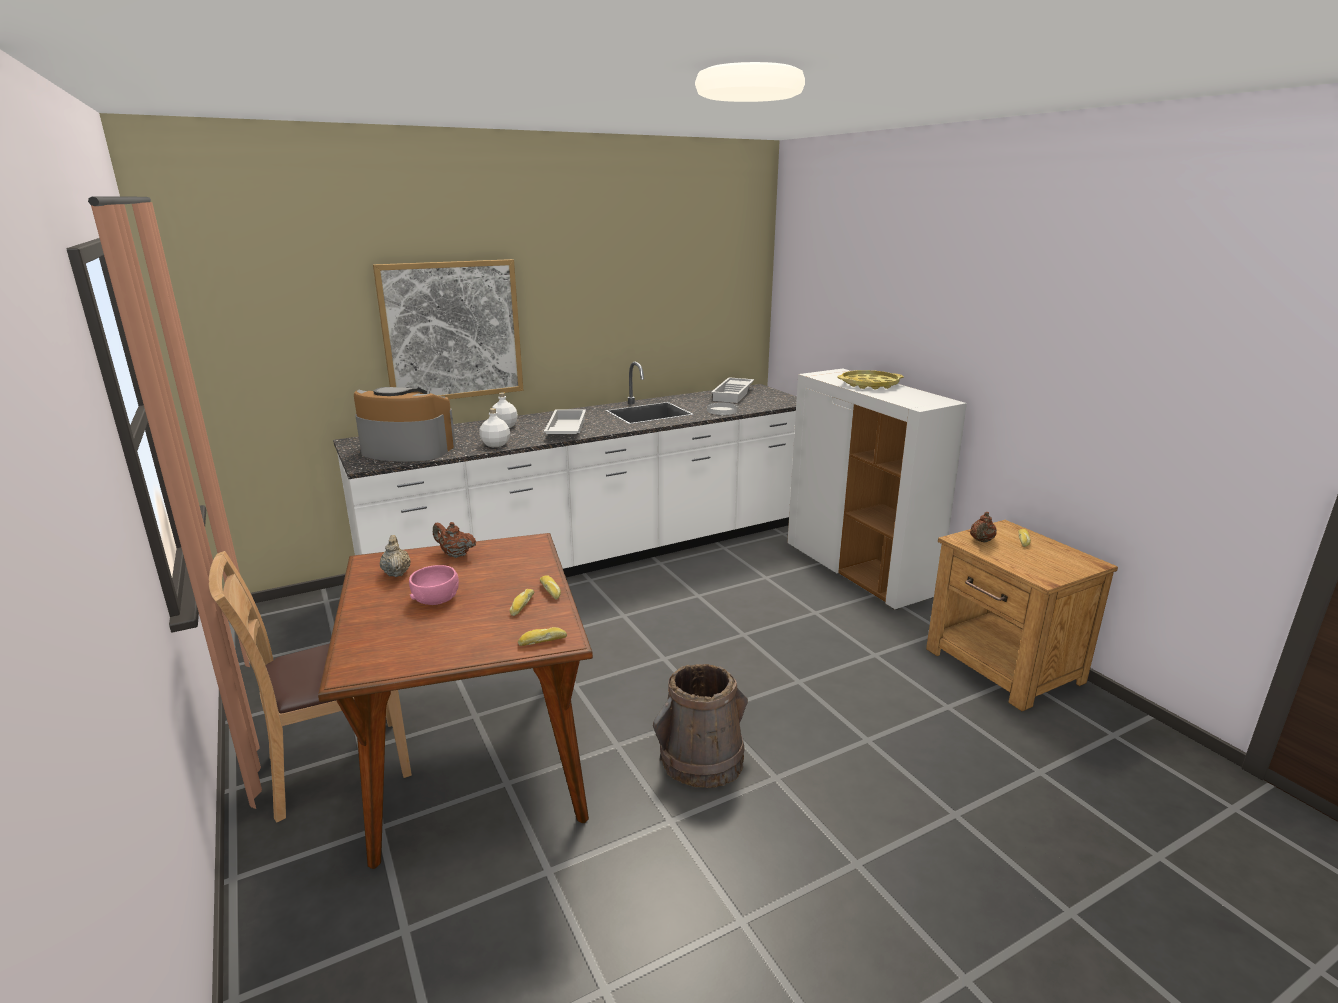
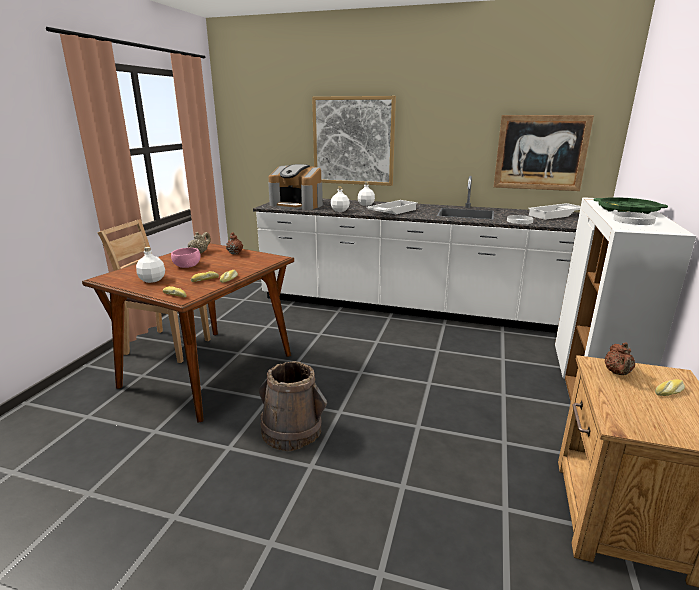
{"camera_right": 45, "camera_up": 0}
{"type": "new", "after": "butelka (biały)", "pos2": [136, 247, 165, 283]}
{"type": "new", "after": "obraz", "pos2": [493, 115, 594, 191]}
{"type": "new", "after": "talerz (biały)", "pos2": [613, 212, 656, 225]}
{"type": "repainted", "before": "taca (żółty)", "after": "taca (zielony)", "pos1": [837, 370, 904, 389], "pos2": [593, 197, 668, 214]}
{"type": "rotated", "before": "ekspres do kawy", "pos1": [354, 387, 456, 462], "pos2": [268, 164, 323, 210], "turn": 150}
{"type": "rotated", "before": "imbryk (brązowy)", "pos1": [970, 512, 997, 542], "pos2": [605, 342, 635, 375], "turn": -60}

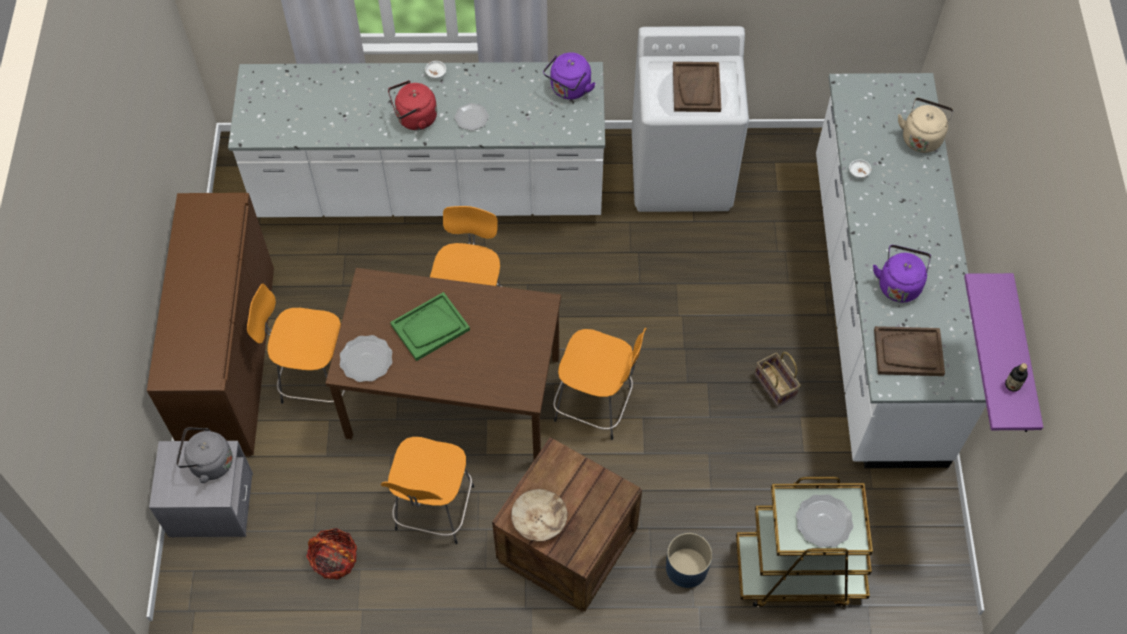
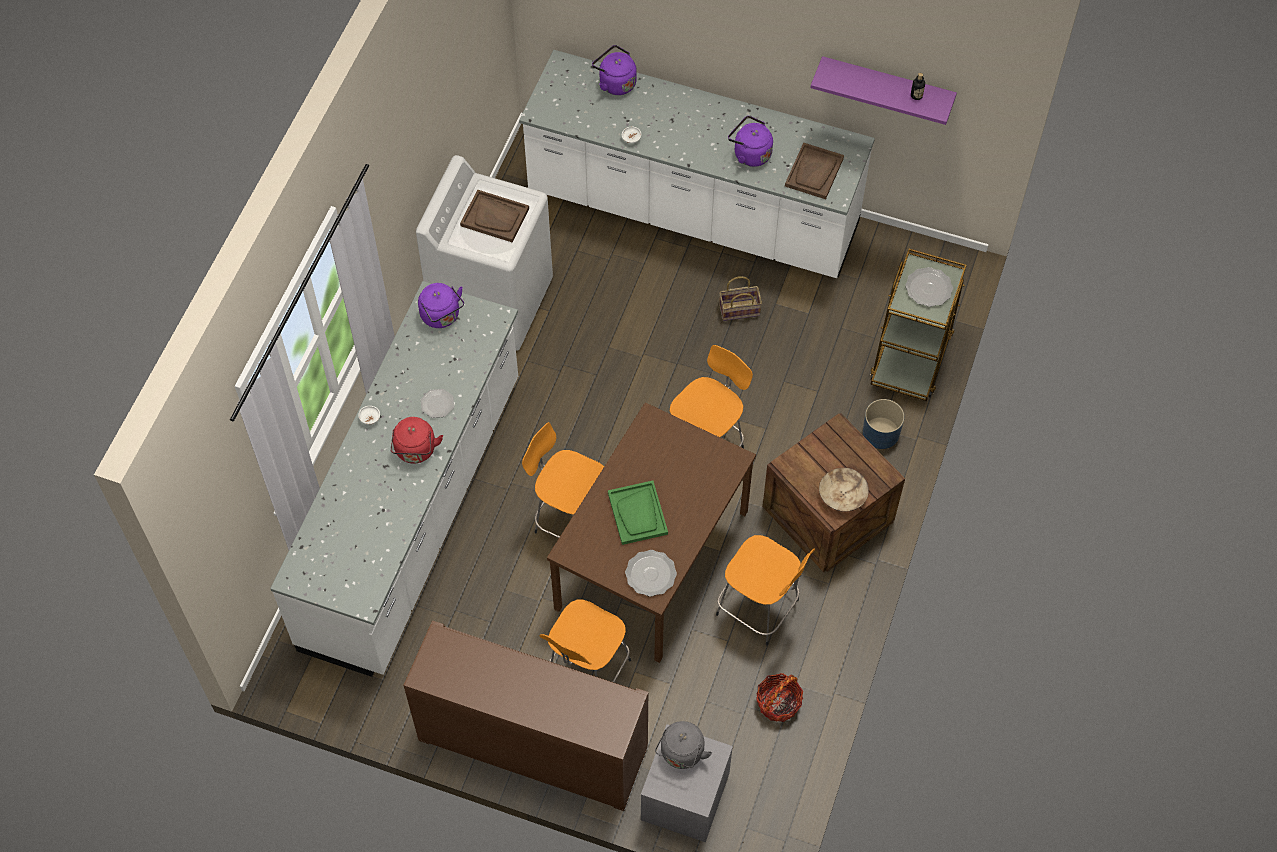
{"camera_right": -70, "camera_up": 0}
{"type": "repainted", "before": "czajnik (beżowy)", "after": "czajnik (fioletowy)", "pos1": [898, 98, 954, 153], "pos2": [592, 45, 637, 95]}

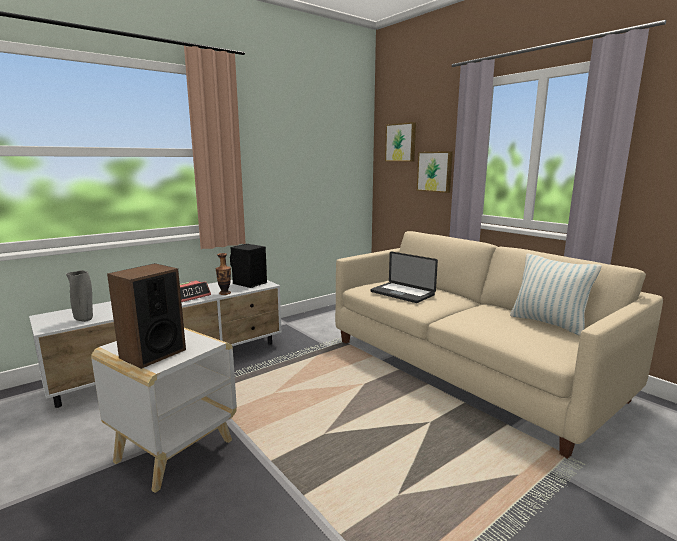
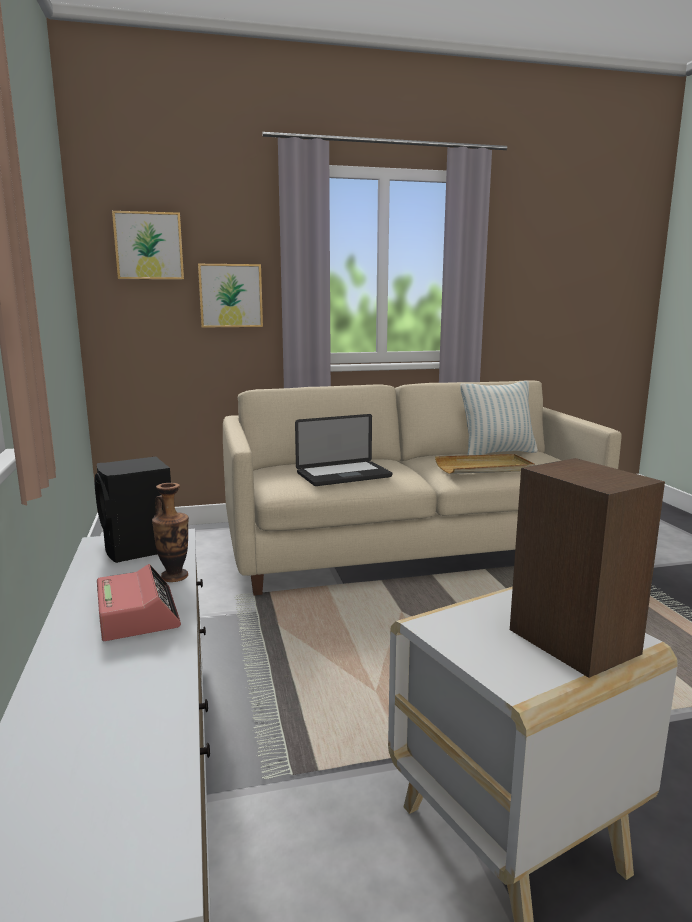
{"camera_right": -65, "camera_up": 0}
{"type": "gone", "before": "wazon (szary)", "pos1": [66, 270, 93, 322]}
{"type": "new", "after": "taca (beżowy)", "pos2": [435, 454, 535, 474]}

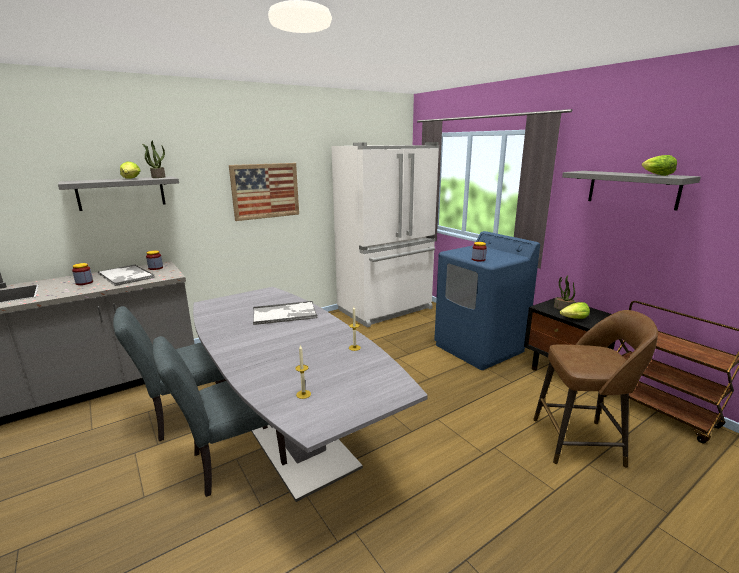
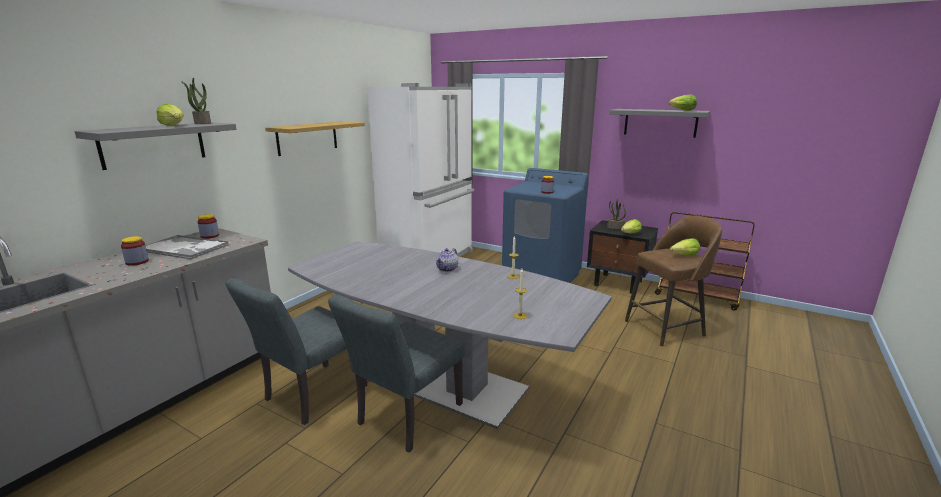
{"camera_right": -25, "camera_up": 0}
{"type": "gone", "before": "taca", "pos1": [253, 301, 318, 325]}
{"type": "new", "after": "imbryk", "pos2": [436, 248, 458, 272]}
{"type": "new", "after": "sałata", "pos2": [670, 238, 700, 255]}
{"type": "swapped", "before": "obraz", "after": "półka", "pos1": [229, 163, 299, 221], "pos2": [265, 121, 365, 156]}

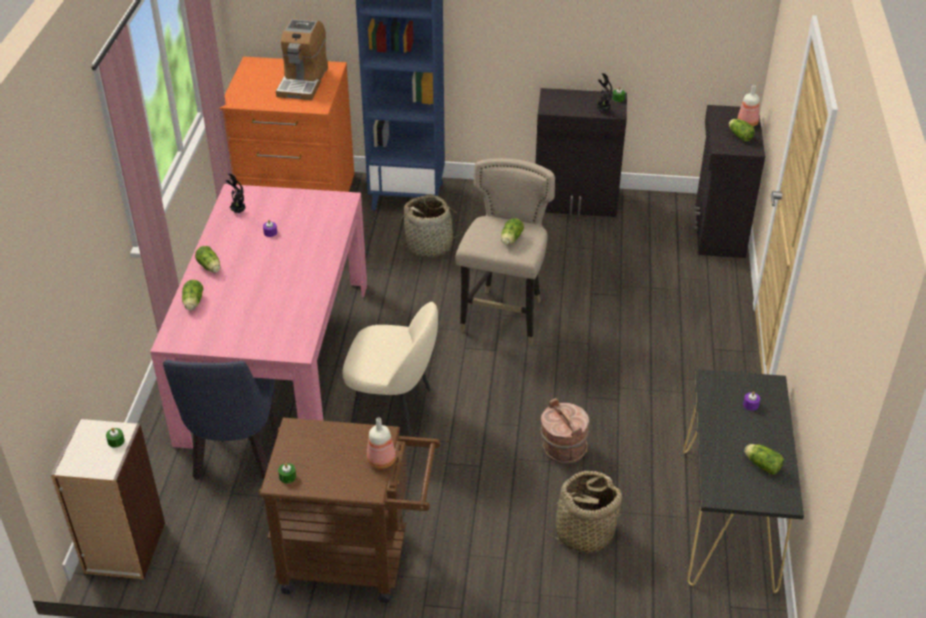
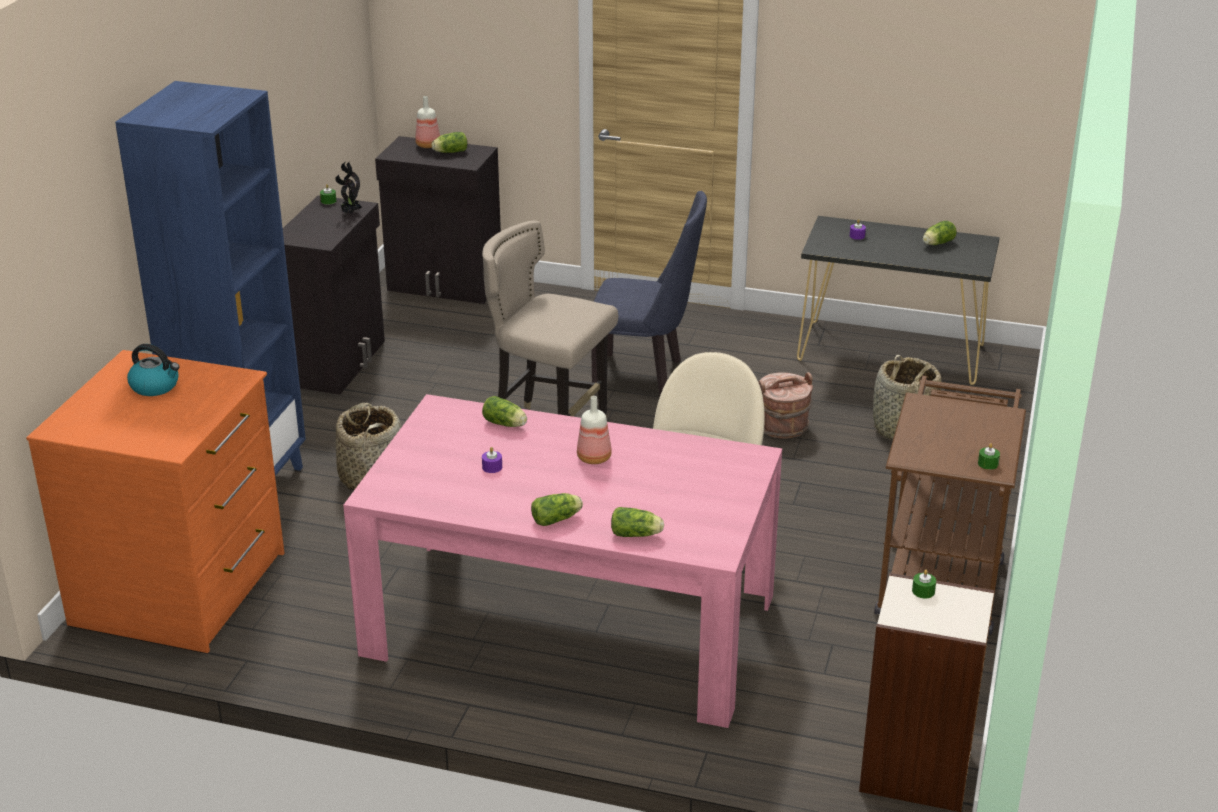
{"camera_right": -80, "camera_up": -10}
{"type": "gone", "before": "roślina doniczkowa", "pos1": [225, 174, 246, 213]}
{"type": "shifted", "before": "krzesło (niebieski)", "pos1": [163, 360, 277, 480], "pos2": [591, 191, 707, 396]}
{"type": "shifted", "before": "butelka", "pos1": [367, 417, 396, 469], "pos2": [577, 396, 612, 464]}
{"type": "shifted", "before": "sałata", "pos1": [501, 218, 524, 245], "pos2": [482, 396, 527, 427]}
{"type": "swapped", "before": "ekspres do kawy", "after": "czajnik", "pos1": [276, 18, 328, 100], "pos2": [127, 344, 180, 396]}

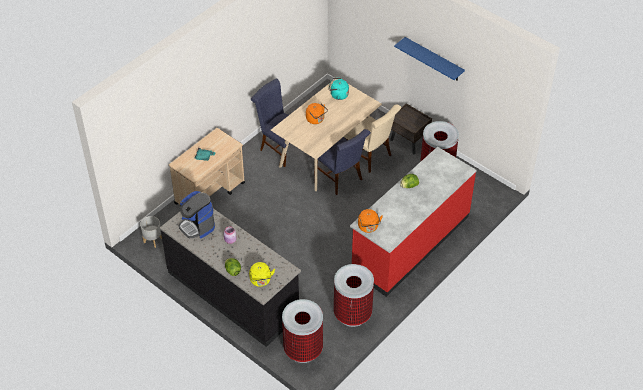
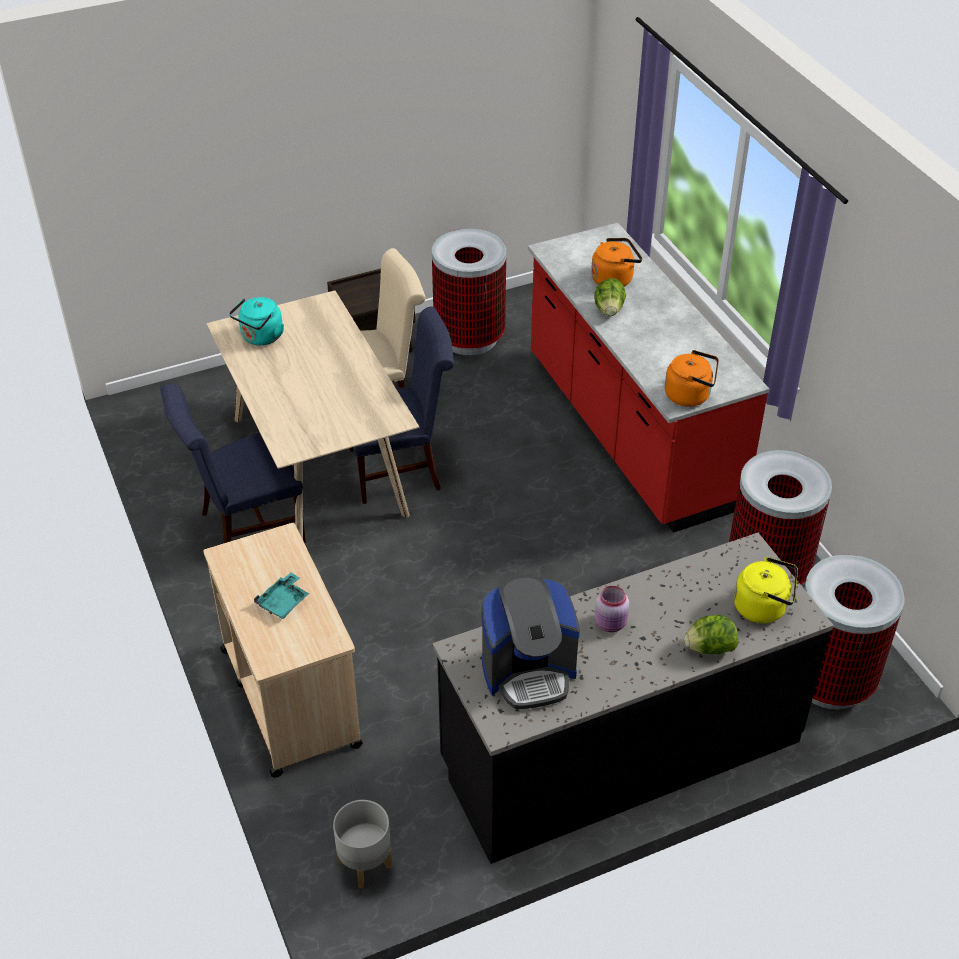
{"camera_right": -65, "camera_up": -5}
{"type": "gone", "before": "półka (niebieski)", "pos1": [394, 37, 465, 81]}
{"type": "shifted", "before": "czajnik (pomarańczowy)", "pos1": [306, 103, 328, 124], "pos2": [591, 238, 642, 287]}

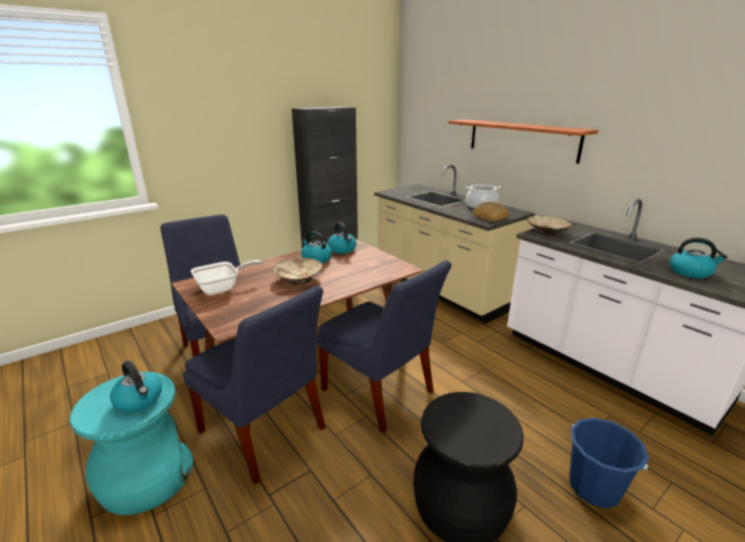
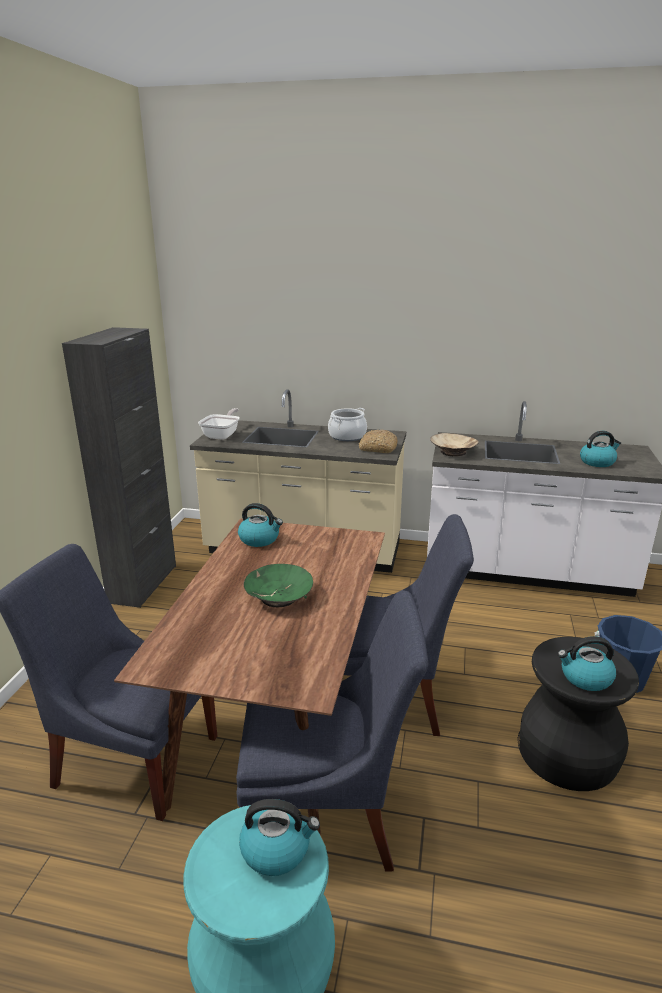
{"camera_right": -40, "camera_up": 0}
{"type": "gone", "before": "półka", "pos1": [448, 119, 599, 164]}
{"type": "shifted", "before": "patelnia", "pos1": [191, 260, 263, 295], "pos2": [198, 408, 240, 440]}
{"type": "shifted", "before": "czajnik", "pos1": [301, 231, 332, 263], "pos2": [558, 636, 616, 691]}
{"type": "repainted", "before": "miska (beżowy)", "after": "miska (zielony)", "pos1": [273, 258, 323, 285], "pos2": [244, 564, 313, 607]}

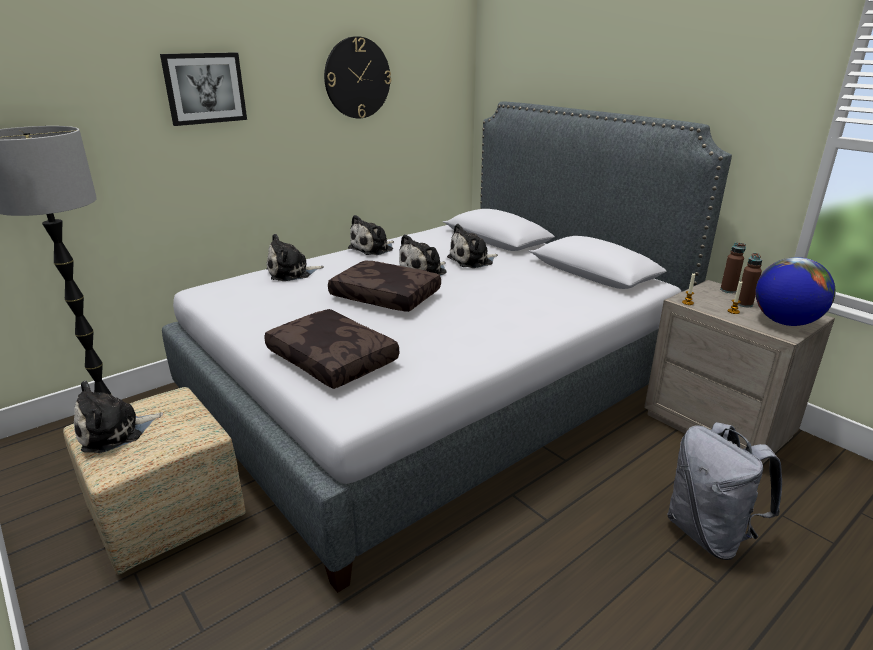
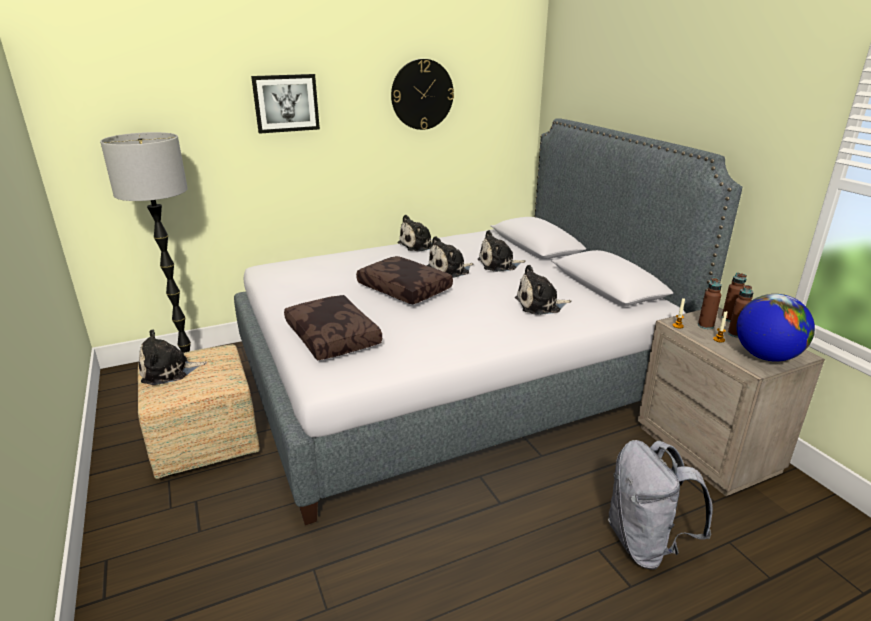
{"camera_right": 15, "camera_up": 0}
{"type": "new", "after": "butelka (brązowy)", "pos2": [698, 278, 722, 329]}
{"type": "shifted", "before": "pluszak", "pos1": [266, 234, 324, 281], "pos2": [515, 265, 571, 315]}

